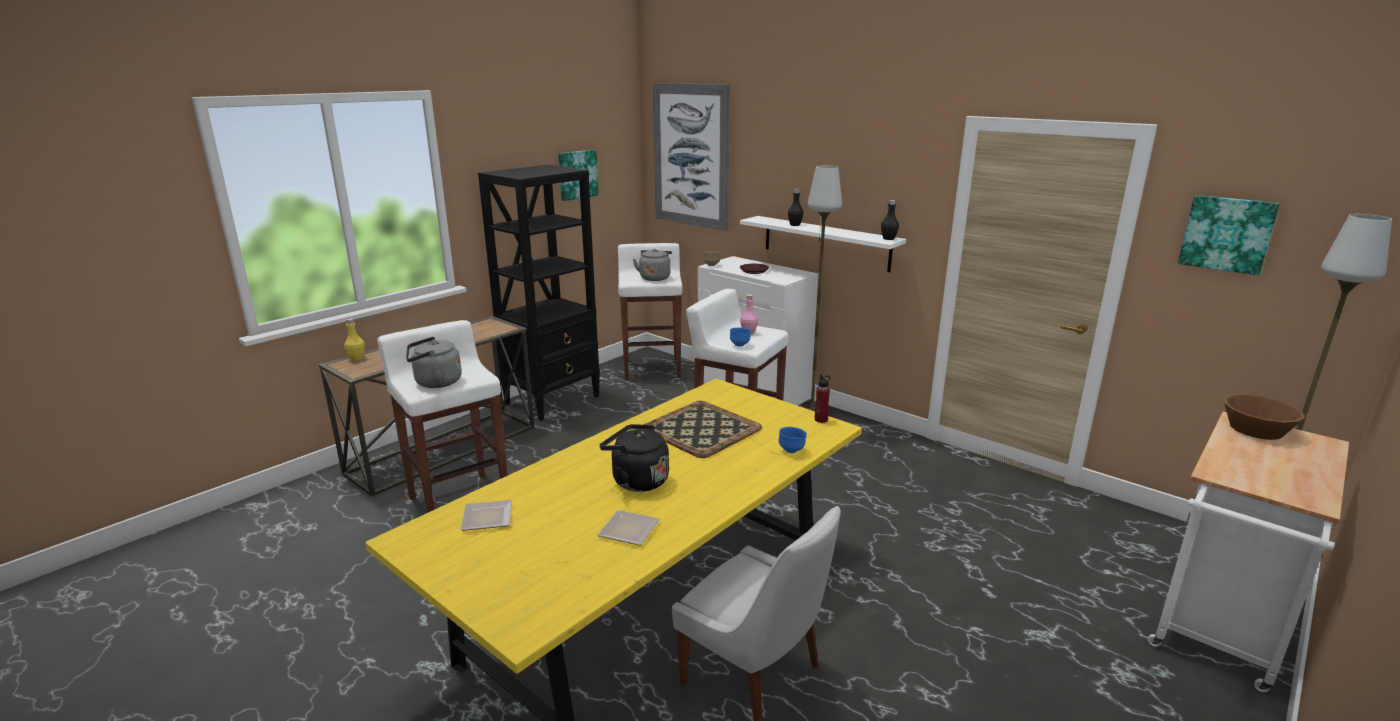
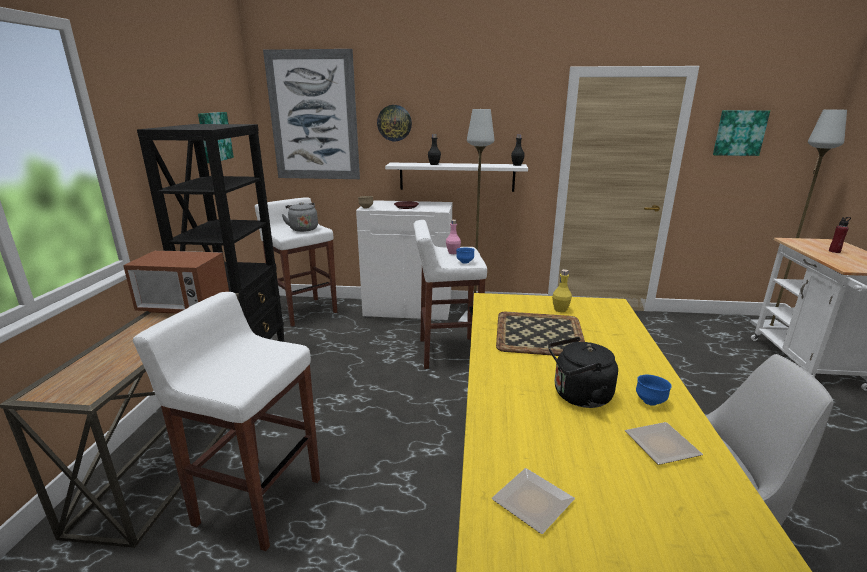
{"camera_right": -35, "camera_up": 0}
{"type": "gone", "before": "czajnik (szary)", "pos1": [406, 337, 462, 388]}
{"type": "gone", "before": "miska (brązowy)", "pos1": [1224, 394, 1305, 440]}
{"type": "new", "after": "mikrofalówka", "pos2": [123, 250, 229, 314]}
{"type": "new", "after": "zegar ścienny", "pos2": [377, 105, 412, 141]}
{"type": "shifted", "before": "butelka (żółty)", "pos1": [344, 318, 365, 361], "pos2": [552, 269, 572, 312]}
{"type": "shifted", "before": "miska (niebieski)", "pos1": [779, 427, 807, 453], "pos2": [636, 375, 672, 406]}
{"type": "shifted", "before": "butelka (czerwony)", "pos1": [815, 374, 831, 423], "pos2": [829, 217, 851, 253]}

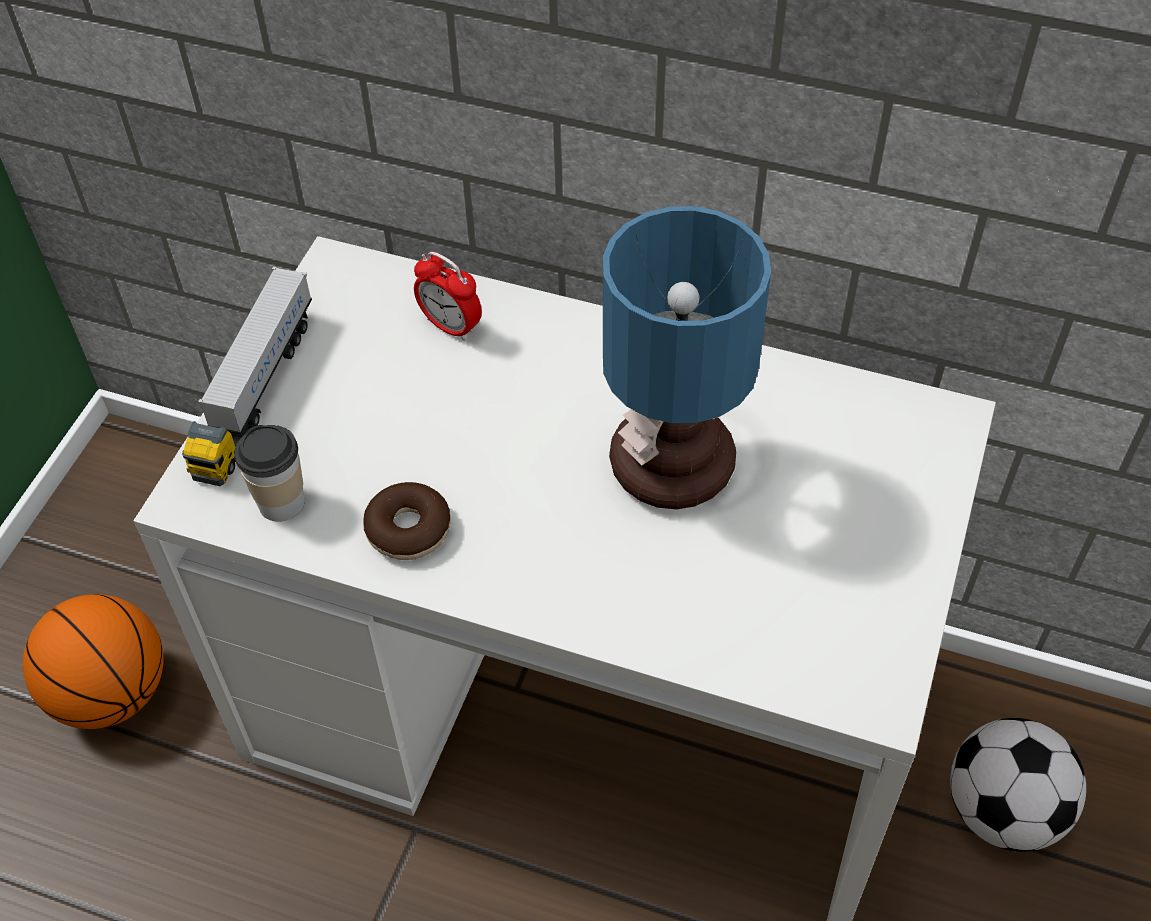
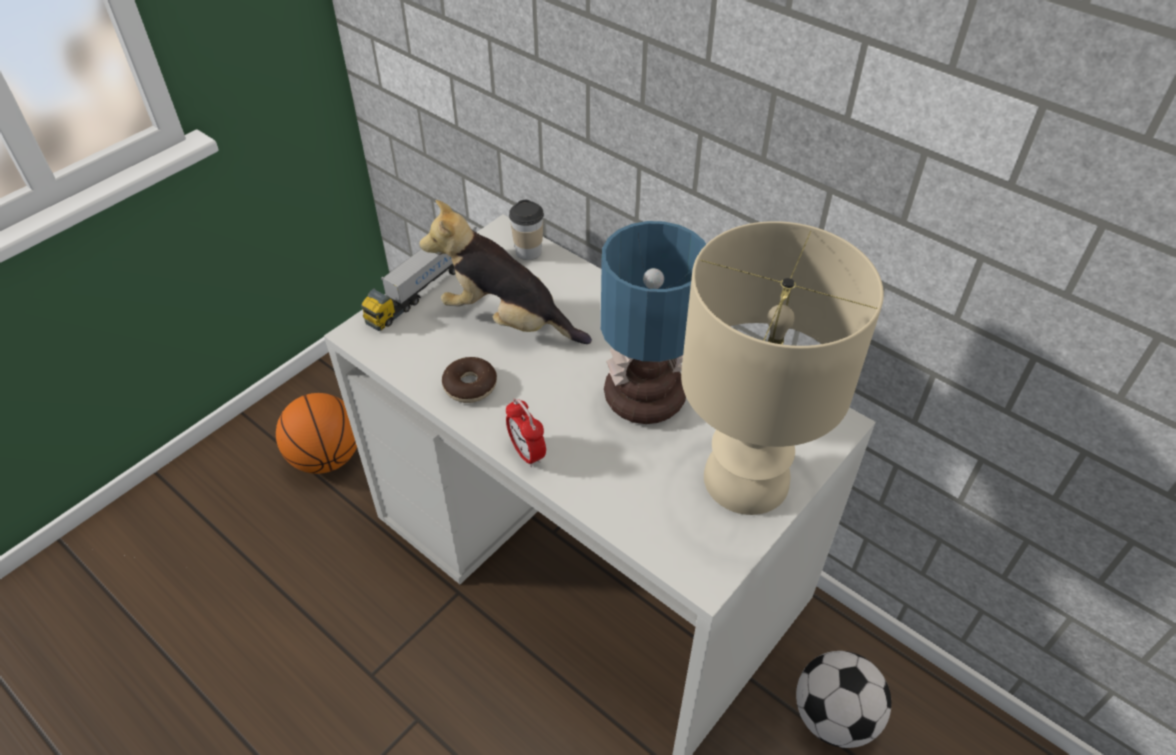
{"camera_right": 20, "camera_up": -5}
{"type": "new", "after": "pluszak", "pos2": [419, 200, 592, 344]}
{"type": "new", "after": "lampa stołowa (beżowy)", "pos2": [681, 221, 884, 515]}
{"type": "shifted", "before": "filiżanka", "pos1": [235, 425, 305, 522], "pos2": [509, 200, 544, 260]}
{"type": "shifted", "before": "budzik", "pos1": [414, 252, 482, 341], "pos2": [506, 399, 546, 467]}

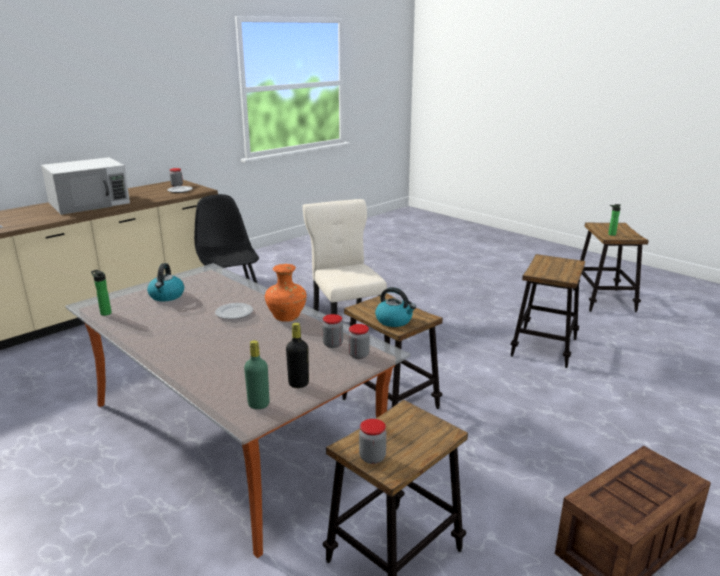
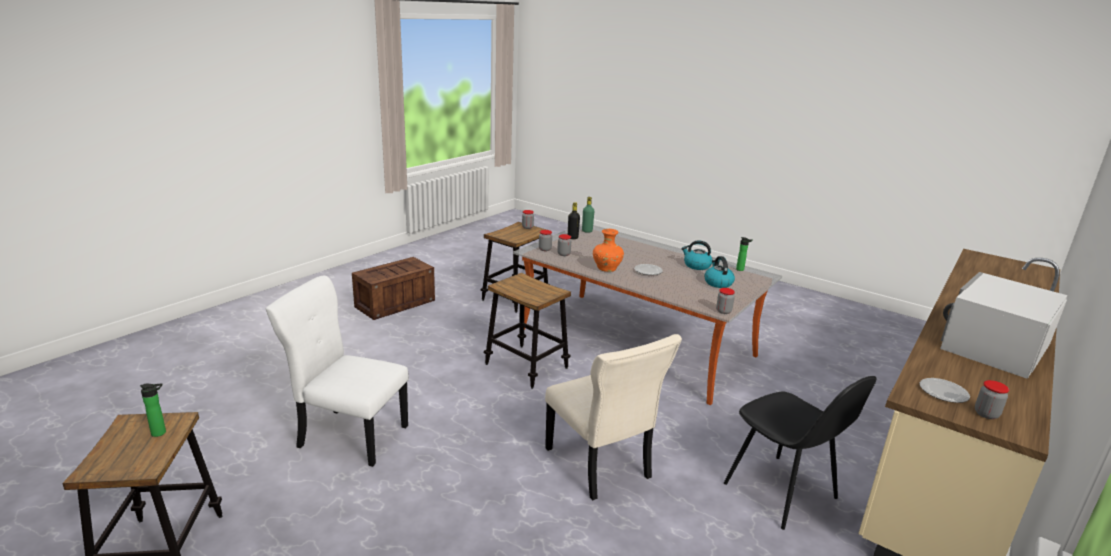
{"camera_right": 170, "camera_up": 0}
{"type": "new", "after": "słoik", "pos2": [716, 288, 735, 314]}
{"type": "shifted", "before": "czajnik", "pos1": [375, 287, 416, 327], "pos2": [682, 240, 713, 270]}
{"type": "swapped", "before": "stołek", "after": "krzesło (biały)", "pos1": [510, 254, 585, 368], "pos2": [266, 276, 409, 467]}

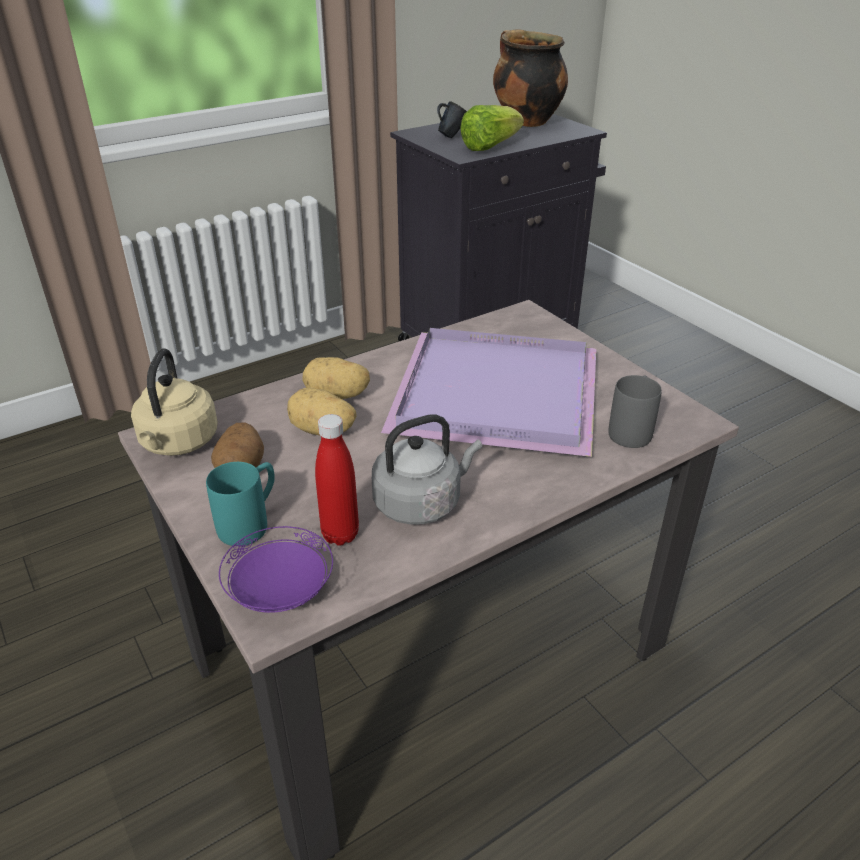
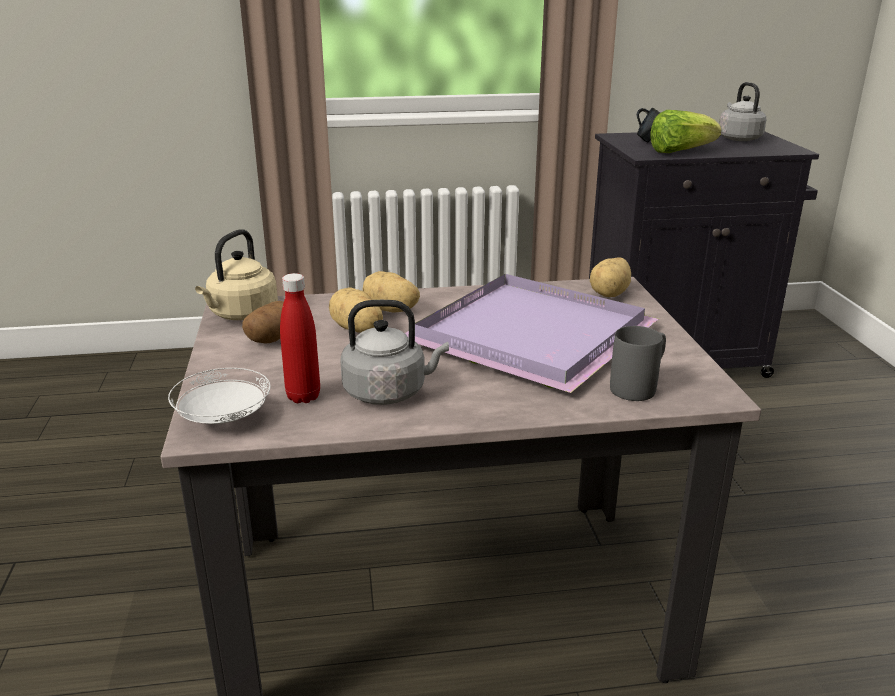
{"camera_right": 25, "camera_up": -10}
{"type": "gone", "before": "kubek (turkusowy)", "pos1": [206, 462, 275, 546]}
{"type": "new", "after": "ziemniak", "pos2": [590, 257, 631, 297]}
{"type": "swapped", "before": "garnek", "after": "czajnik (szary)", "pos1": [493, 29, 568, 127], "pos2": [719, 82, 767, 141]}
{"type": "repainted", "before": "talerz (fioletowy)", "after": "talerz (biały)", "pos1": [219, 526, 333, 613], "pos2": [168, 368, 271, 424]}

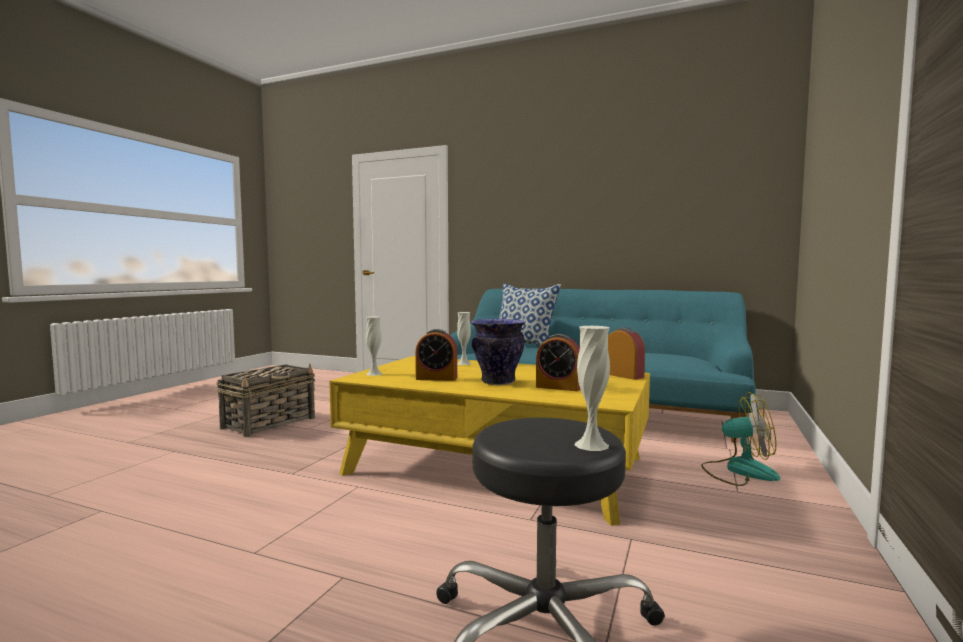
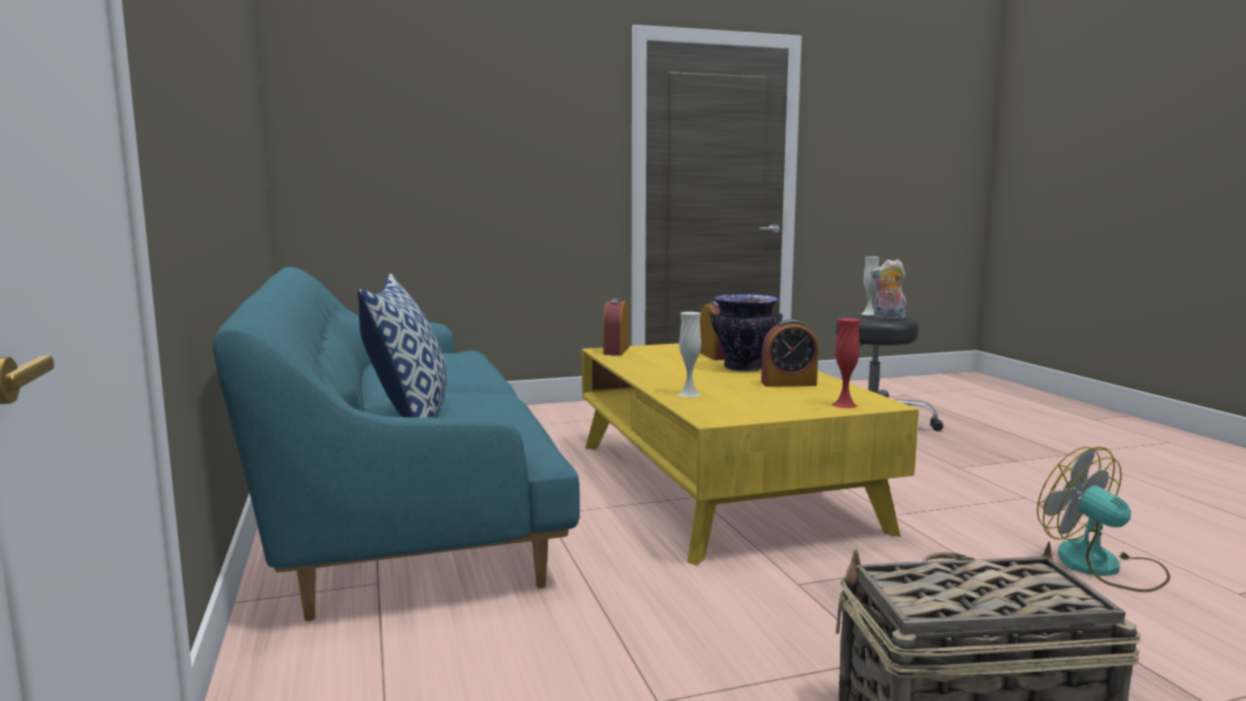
{"camera_right": -130, "camera_up": 5}
{"type": "new", "after": "pluszak", "pos2": [870, 259, 906, 319]}
{"type": "shifted", "before": "wentylator", "pos1": [701, 392, 780, 486], "pos2": [1037, 447, 1170, 592]}
{"type": "repainted", "before": "wazon (biały)", "after": "wazon (czerwony)", "pos1": [366, 317, 382, 376], "pos2": [832, 318, 860, 408]}
{"type": "rotated", "before": "budzik", "pos1": [415, 329, 457, 381], "pos2": [761, 319, 818, 387], "turn": 120}

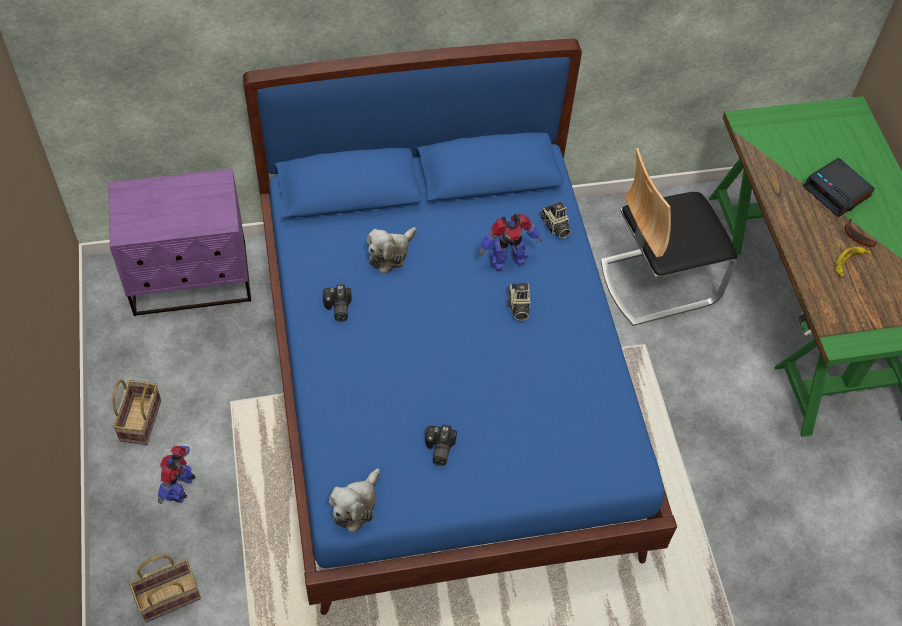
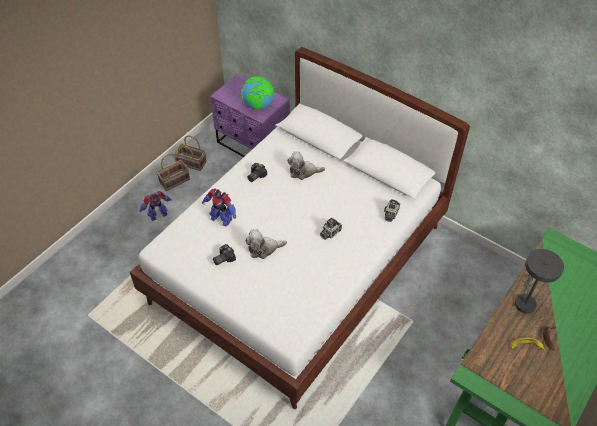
{"camera_right": 50, "camera_up": -5}
{"type": "gone", "before": "krzesło", "pos1": [601, 148, 737, 326]}
{"type": "gone", "before": "budzik", "pos1": [803, 158, 875, 217]}
{"type": "new", "after": "globus", "pos2": [241, 76, 275, 109]}
{"type": "new", "after": "lampa stołowa (szary)", "pos2": [515, 249, 564, 314]}
{"type": "shifted", "before": "koszyk", "pos1": [129, 555, 201, 622], "pos2": [174, 135, 207, 171]}
{"type": "shifted", "before": "pluszak", "pos1": [329, 468, 380, 533], "pos2": [245, 229, 287, 259]}
{"type": "shifted", "before": "robot zabawkowy", "pos1": [479, 213, 542, 271], "pos2": [202, 188, 236, 226]}
{"type": "repainted", "before": "łóżko (niebieski)", "after": "łóżko (biały)", "pos1": [243, 38, 677, 615], "pos2": [130, 47, 470, 409]}

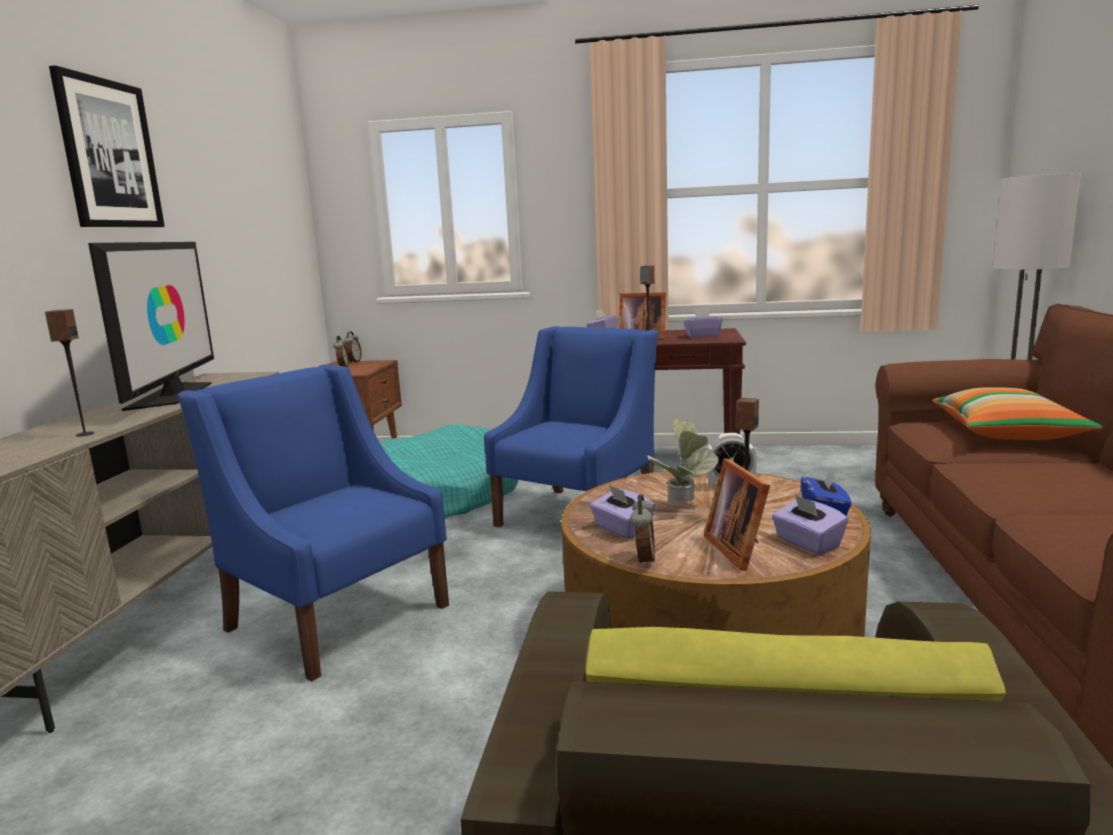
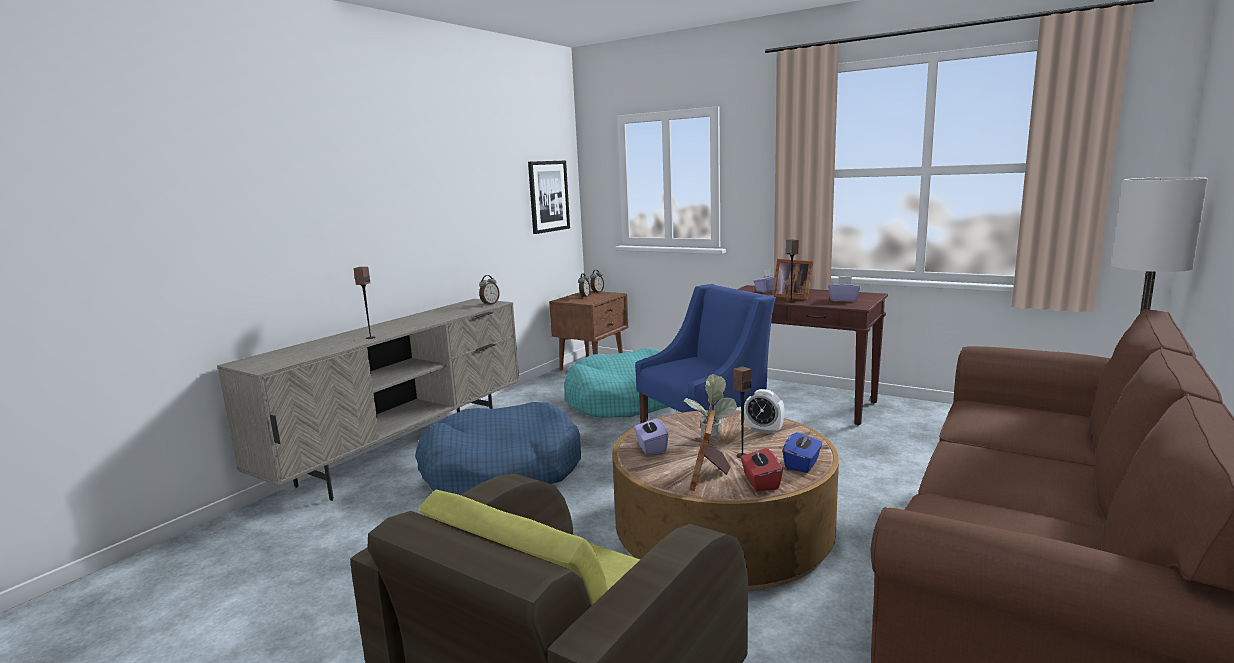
{"camera_right": 25, "camera_up": 0}
{"type": "gone", "before": "telewizor", "pos1": [88, 242, 214, 411]}
{"type": "gone", "before": "poduszka", "pos1": [932, 387, 1104, 440]}
{"type": "shifted", "before": "obraz", "pos1": [49, 65, 165, 227], "pos2": [528, 161, 570, 234]}
{"type": "shifted", "before": "budzik", "pos1": [630, 495, 655, 567], "pos2": [479, 275, 500, 306]}
{"type": "swapped", "before": "fotel (niebieski)", "after": "legowisko (niebieski)", "pos1": [178, 364, 449, 682], "pos2": [415, 402, 581, 495]}
{"type": "repainted", "before": "pudełko chusteczek (fioletowy)", "after": "pudełko chusteczek (czerwony)", "pos1": [772, 495, 848, 555], "pos2": [740, 448, 783, 491]}

